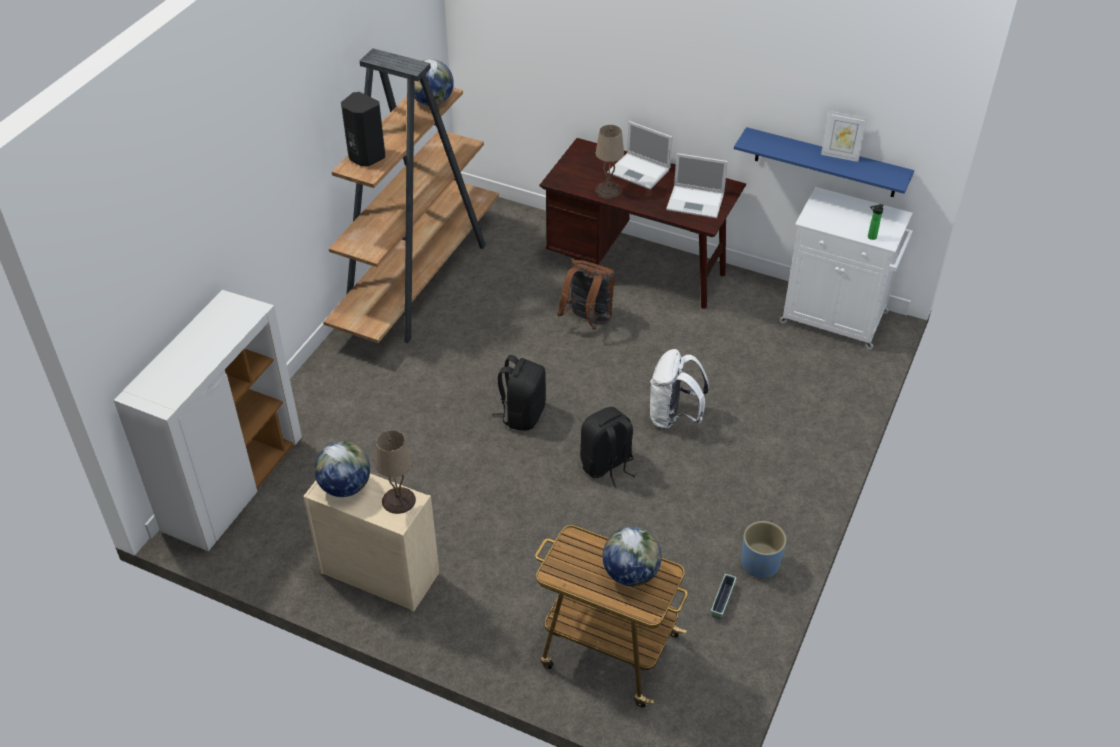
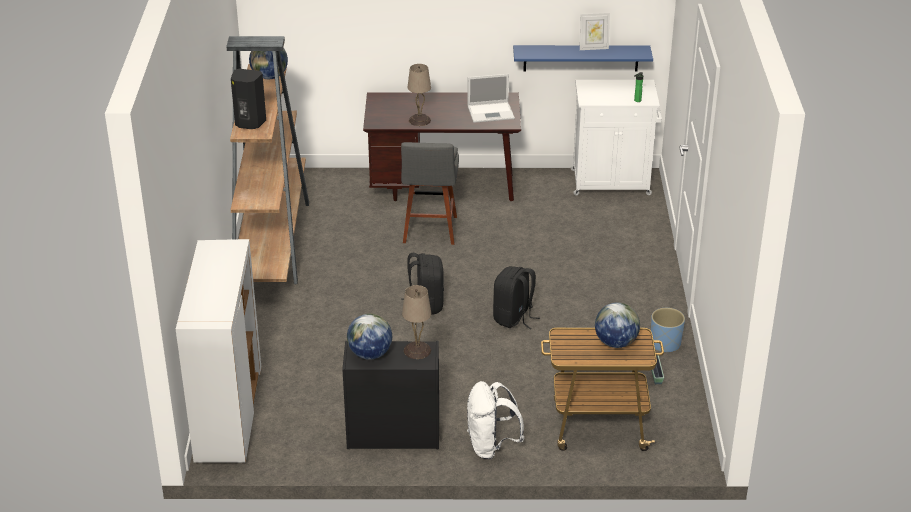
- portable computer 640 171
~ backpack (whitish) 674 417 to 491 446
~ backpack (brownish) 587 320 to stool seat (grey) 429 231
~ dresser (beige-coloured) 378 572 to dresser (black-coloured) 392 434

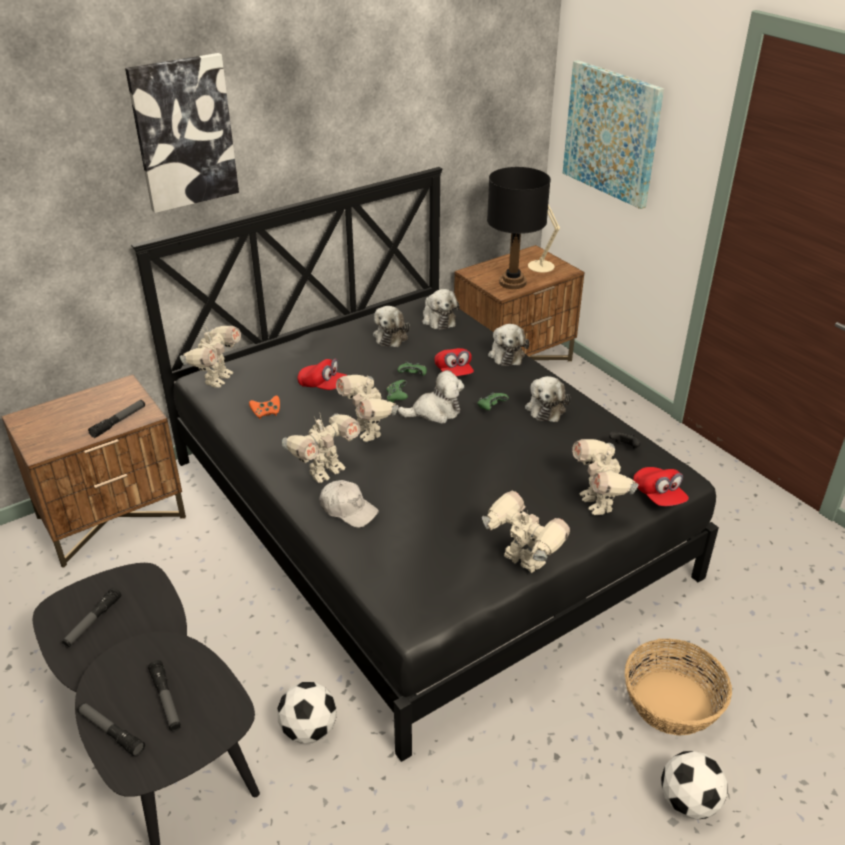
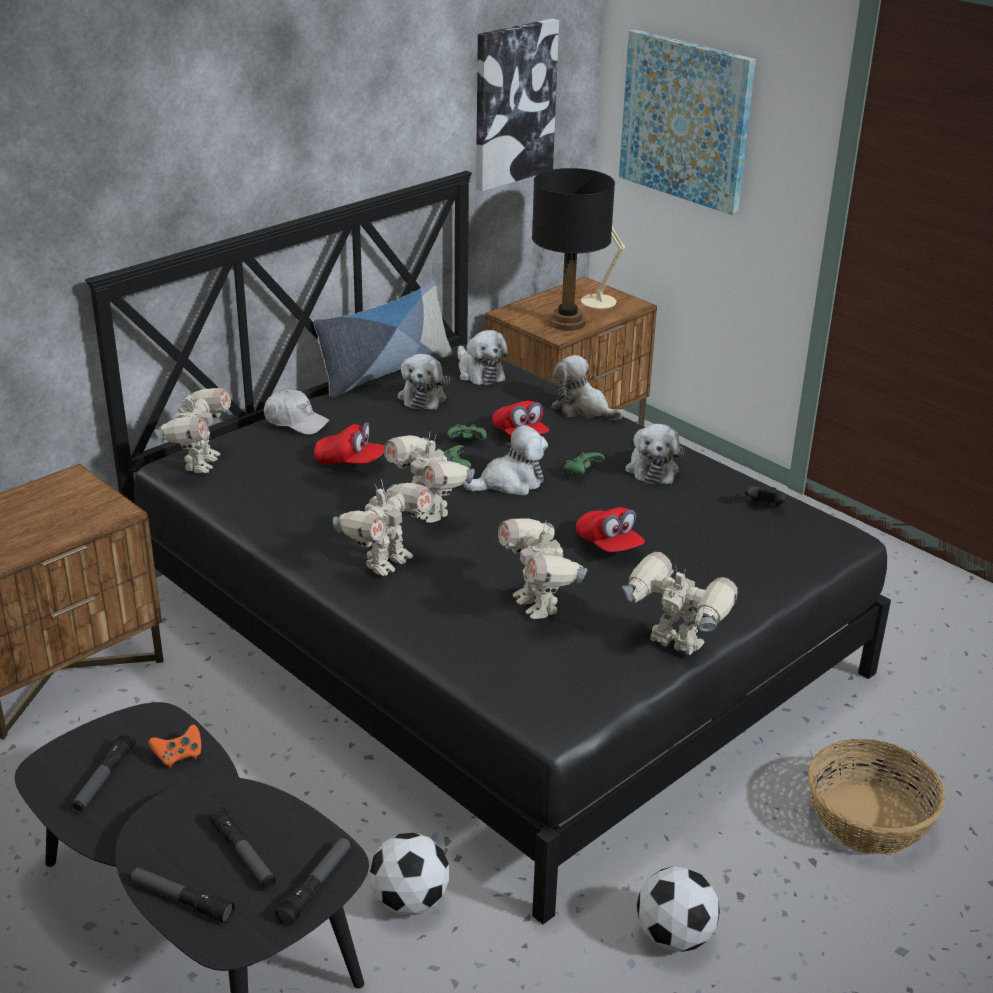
+ throw pillow 385 371
~ torch 119 422 to 316 885
~ wall art 184 133 to 513 104
~ game controller (orangey) 266 413 to 178 756
~ baseball cap (whitish) 348 510 to 296 422
~ robot figure 598 503 to 538 605
~ baseball cap (reddish) 658 496 to 609 545
~ football 688 802 to 674 936
~ cuddly toy 506 354 = 582 409 135 degrees clockwise

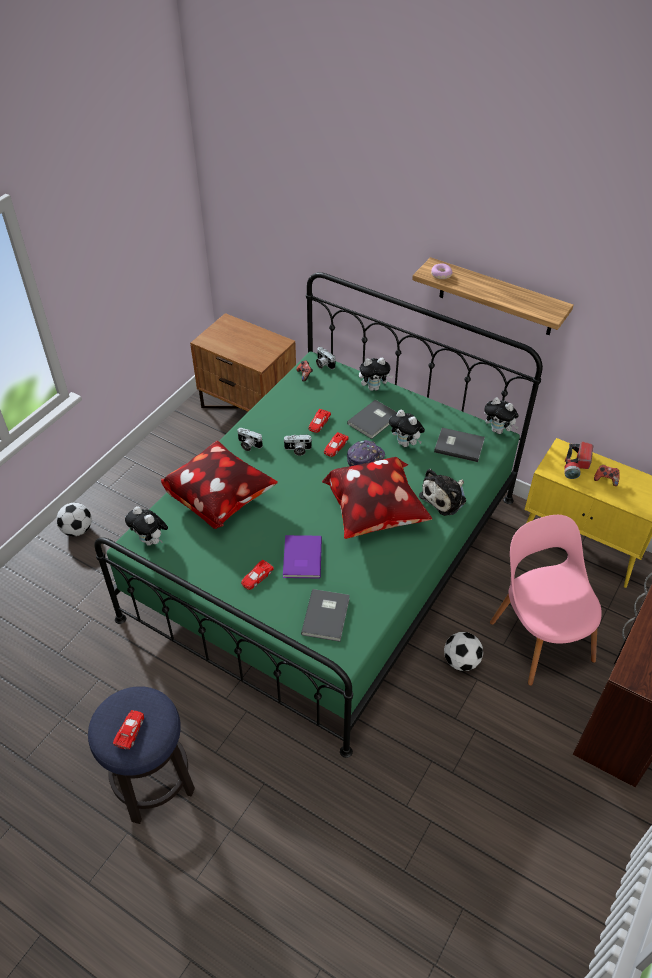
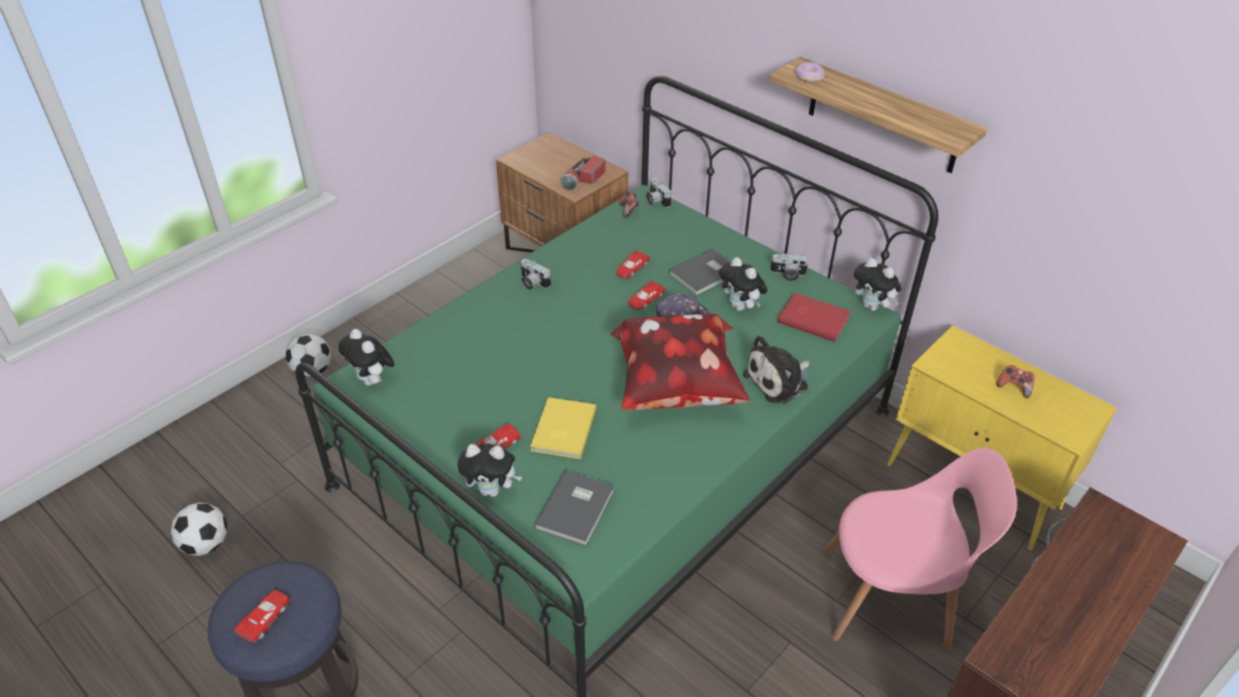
- throw pillow 220 499
~ photo camera 297 450 to 787 274
~ cuddly toy 374 388 to 492 490
~ football 461 661 to 206 544
~ torch 576 465 to 583 180
~ book (purple) 301 558 to book (yellow-coloured) 561 430
~ book (grey) 458 445 to book (reddish) 813 318
~ plain chair (pinkish) 539 637 = 892 598 105 degrees clockwise

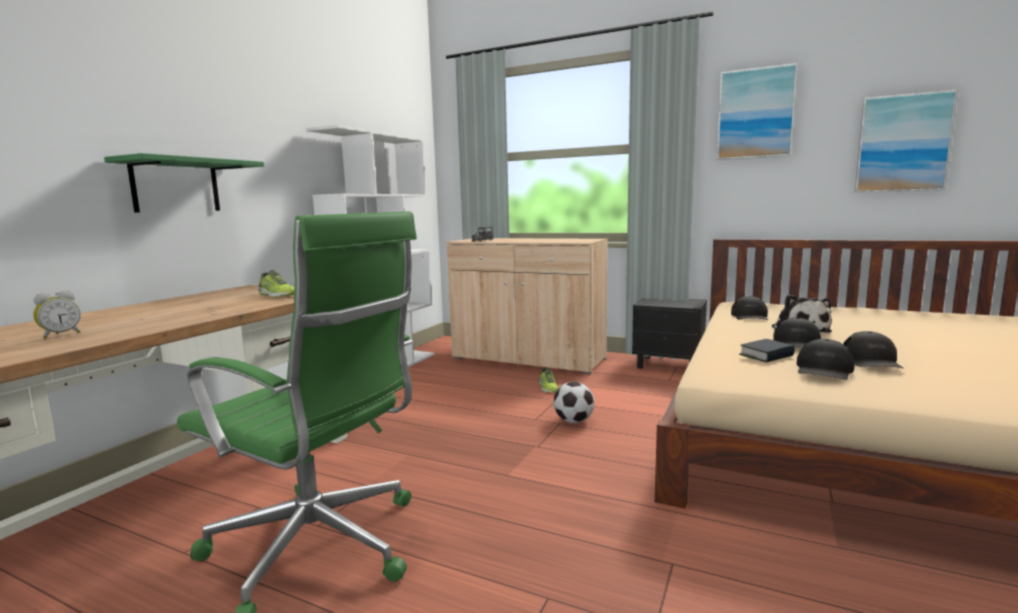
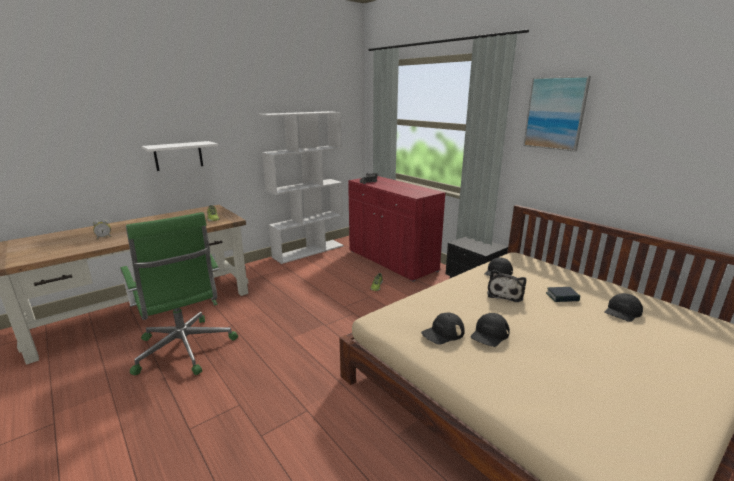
- football 573 421
- wall art 903 143
~ book 766 355 to 562 297
~ baseball cap (black-coloured) 797 343 to 622 312
~ wall shelf (green) 176 186 to wall shelf (whitish) 178 156
~ cupboard (beige-coloured) 528 358 to cupboard (reddish) 391 260

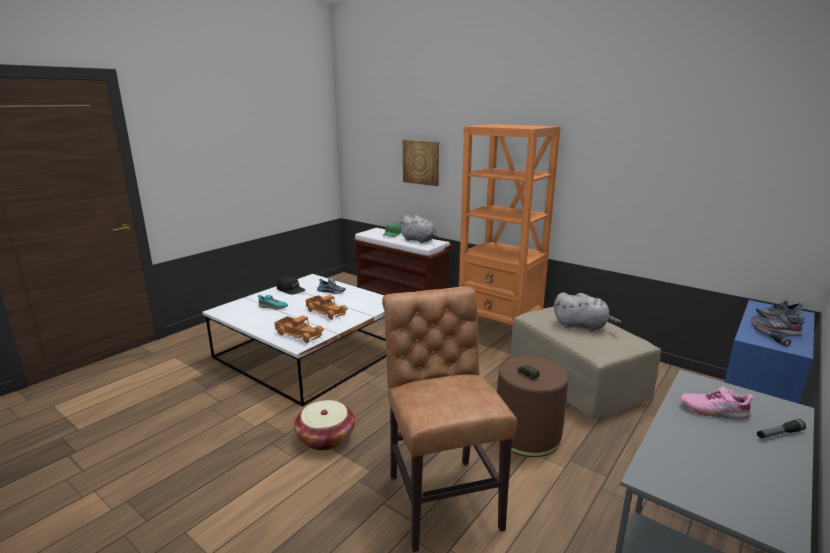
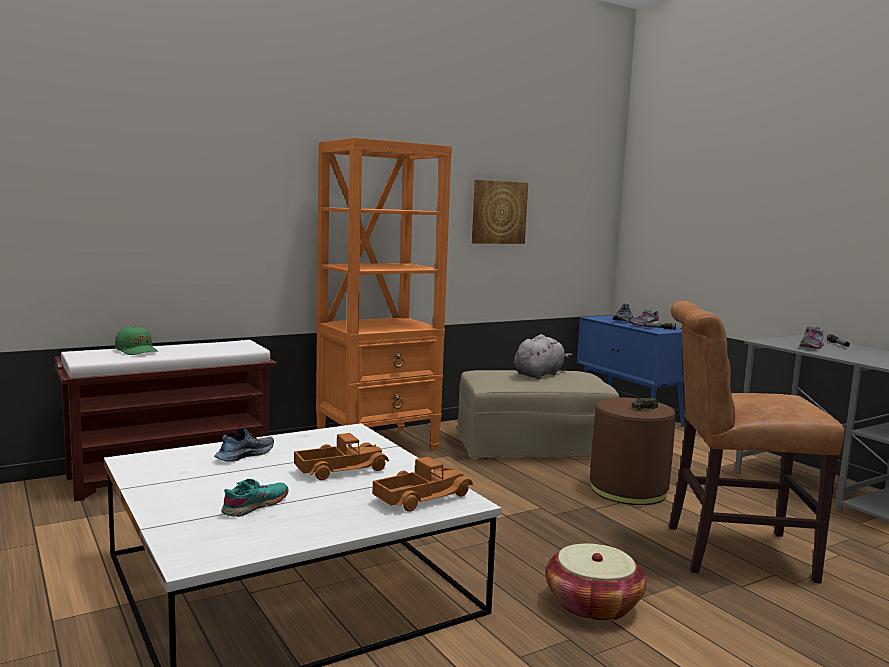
- baseball cap (black-coloured) 291 290
- cuddly toy (grey) 419 240
~ wall art 421 162 to 498 212
~ item of footwear (pinkish) 713 410 to item of footwear (grey) 811 346

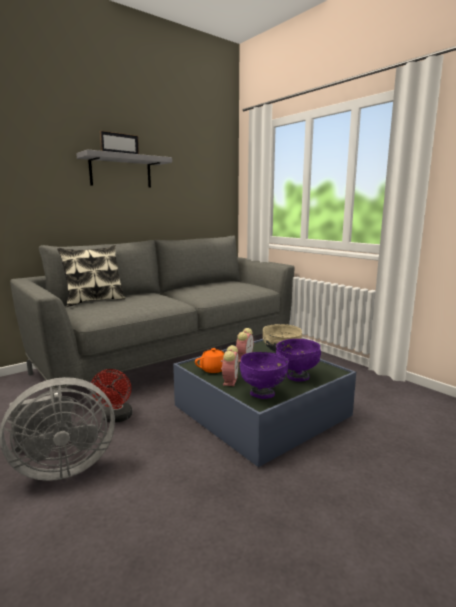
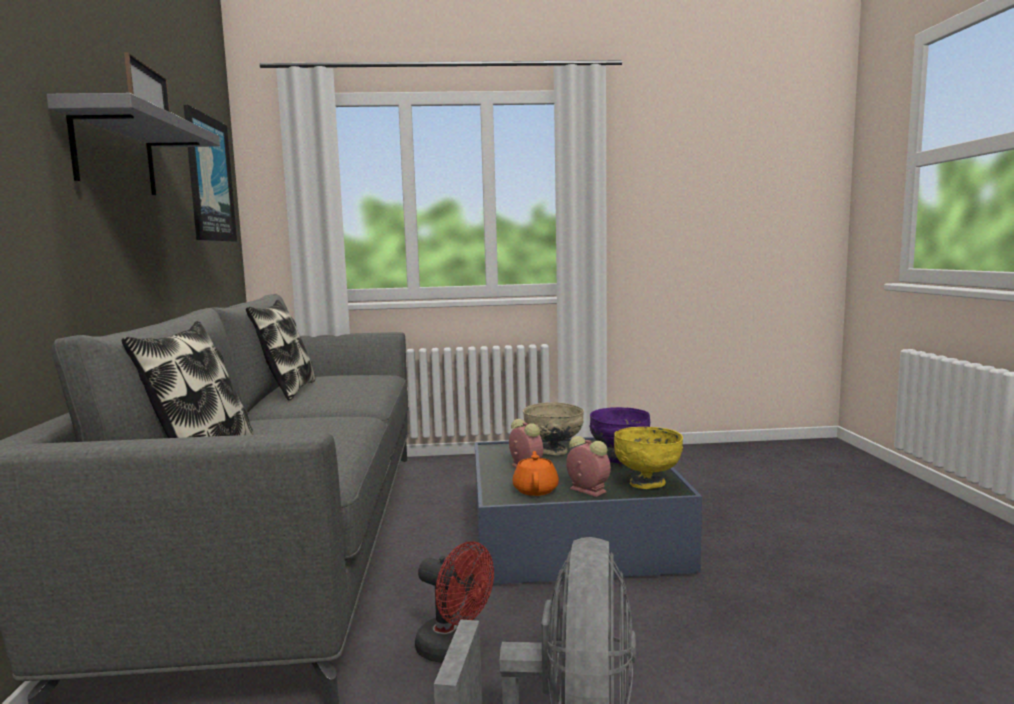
+ wall art 208 179
+ throw pillow 287 391
~ deep dish (purple) 263 394 to deep dish (yellow-coloured) 647 484

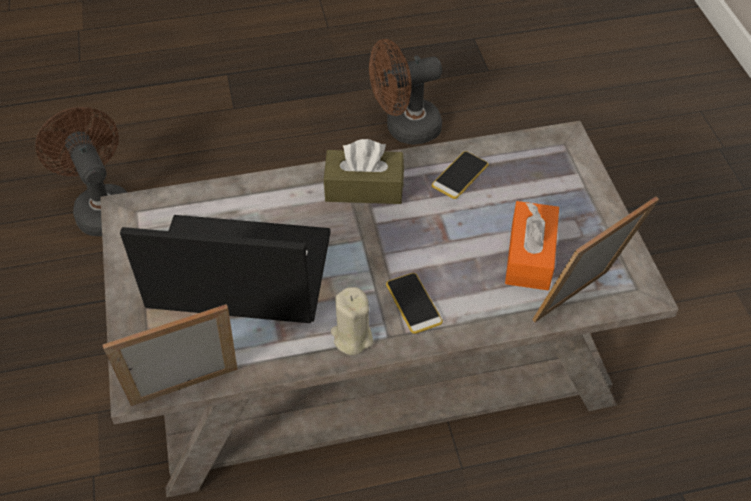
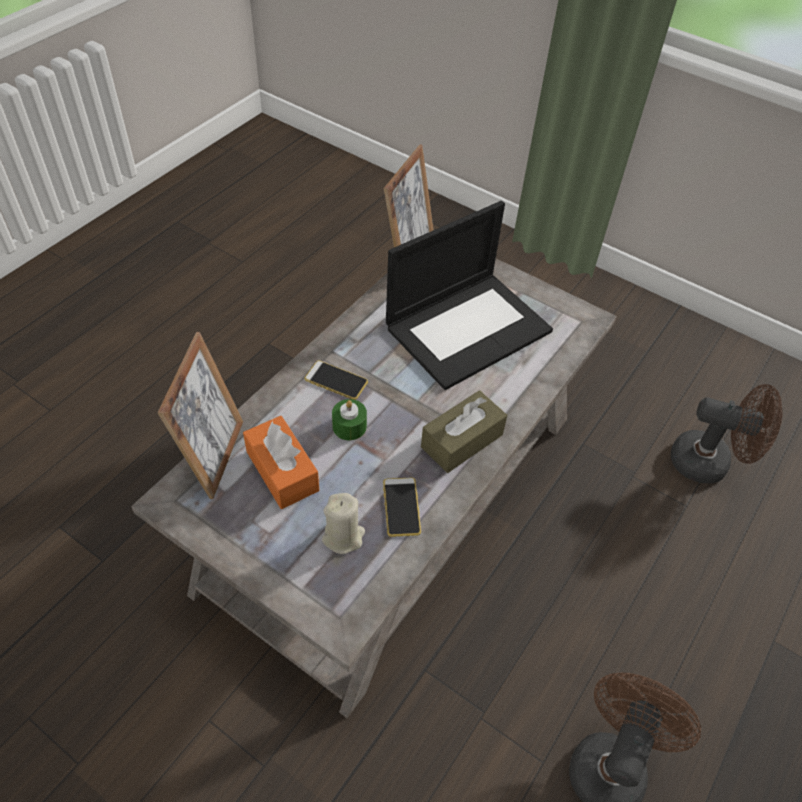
+ candle (green) 349 426
~ candle (beige-coloured) 352 337 to 343 537

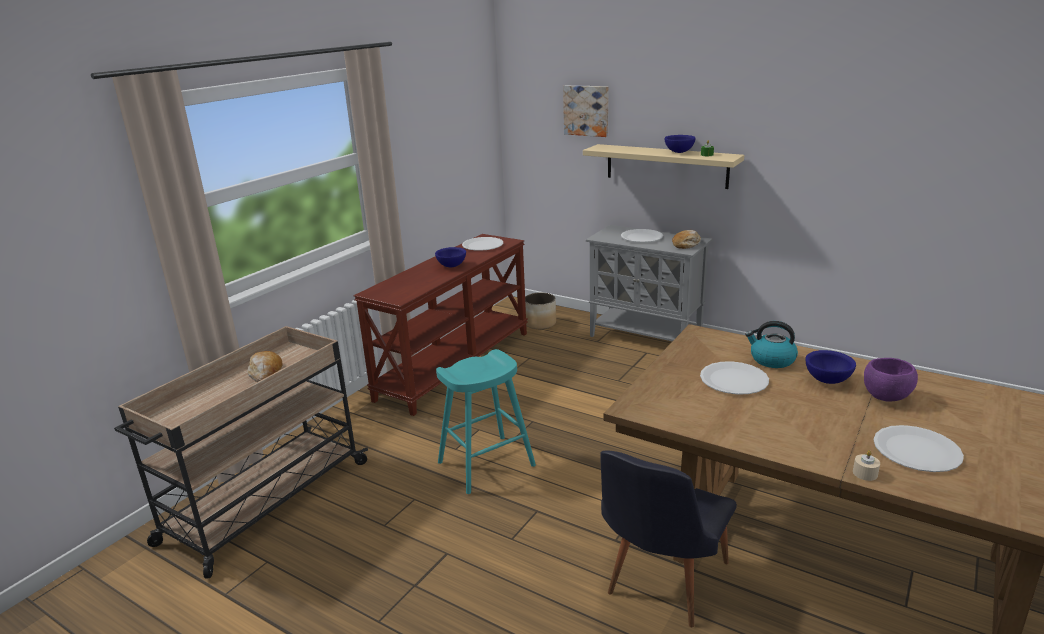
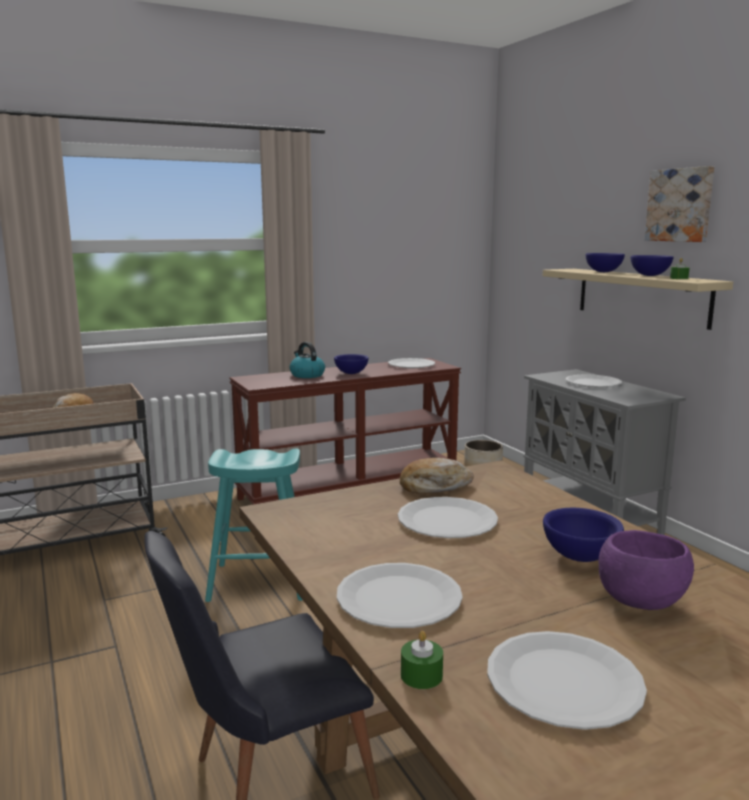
+ flat dish (whitish) 399 598
+ deep dish (blue) 603 272
~ wall art 587 110 to 680 205
~ baked bread 686 244 to 434 486
~ water kettle 771 360 to 307 375
~ candle (beige-coloured) 865 473 to candle (green) 421 675

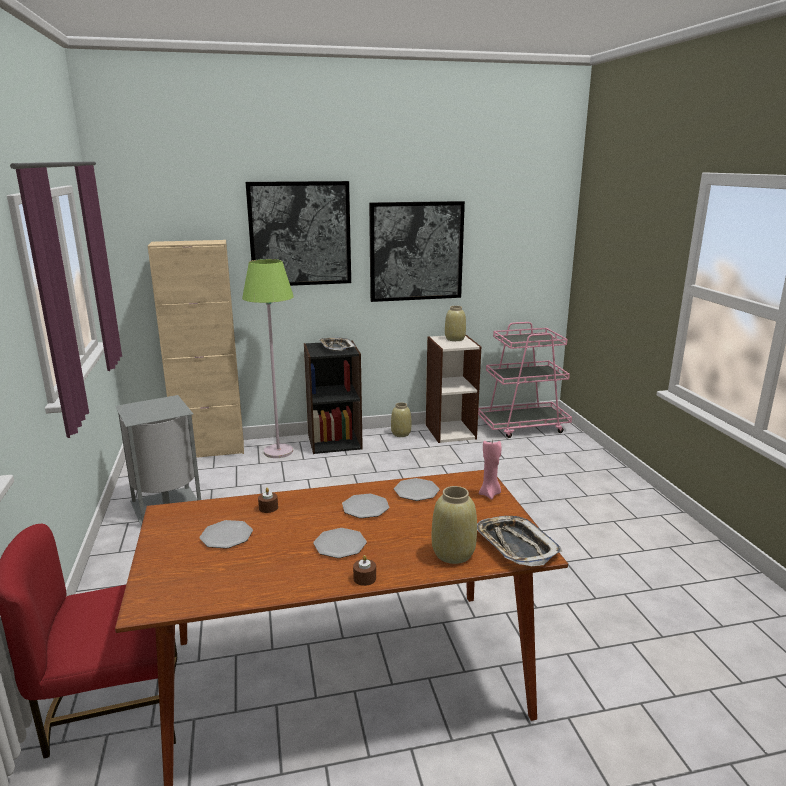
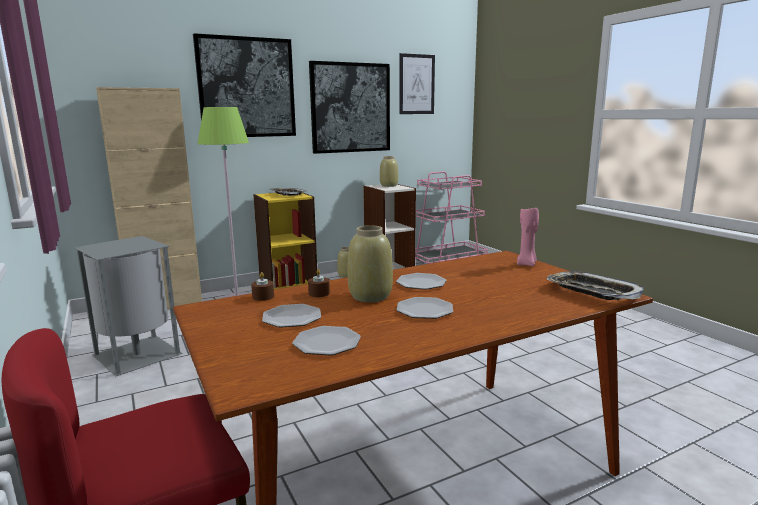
+ wall art 416 84
~ candle (brownish) 364 578 to 263 297
~ flat dish 416 491 to 326 343
~ decorative vase (beige-coloured) 452 554 to 370 296
~ bookshelf (black-coloured) 334 441 to bookshelf (yellow-coloured) 288 286

